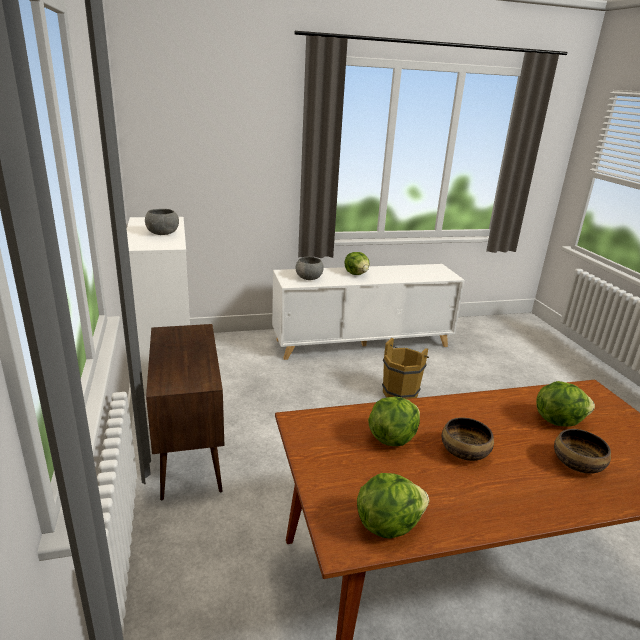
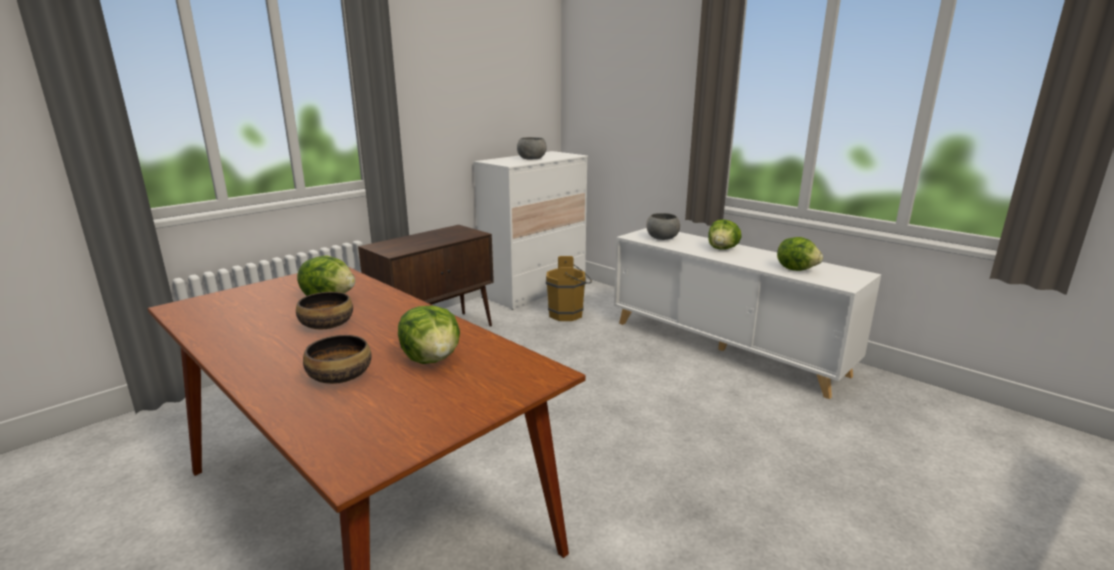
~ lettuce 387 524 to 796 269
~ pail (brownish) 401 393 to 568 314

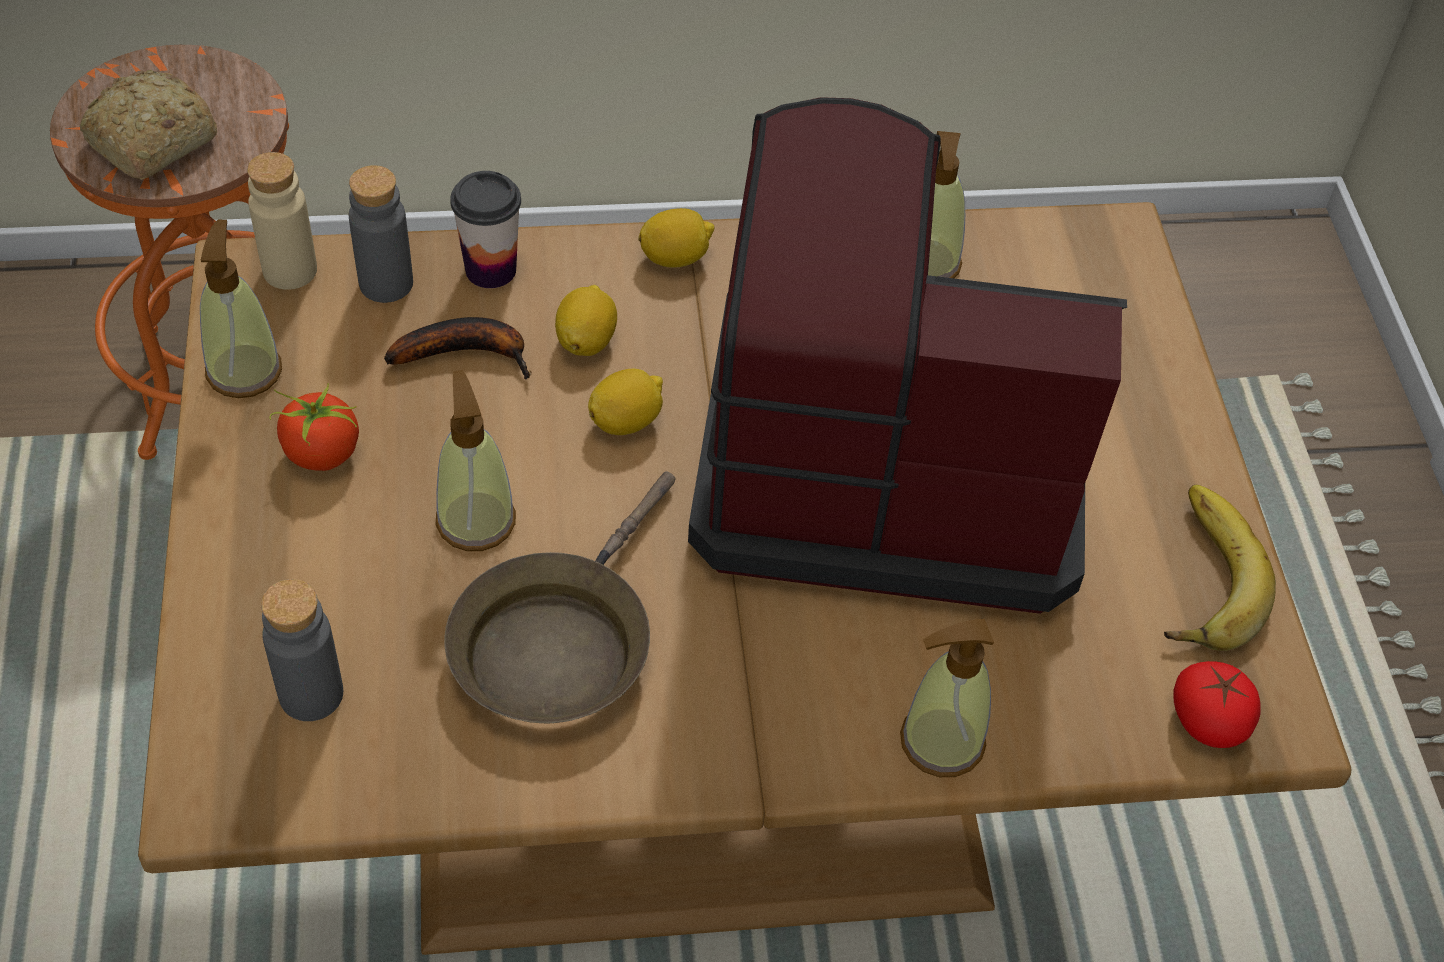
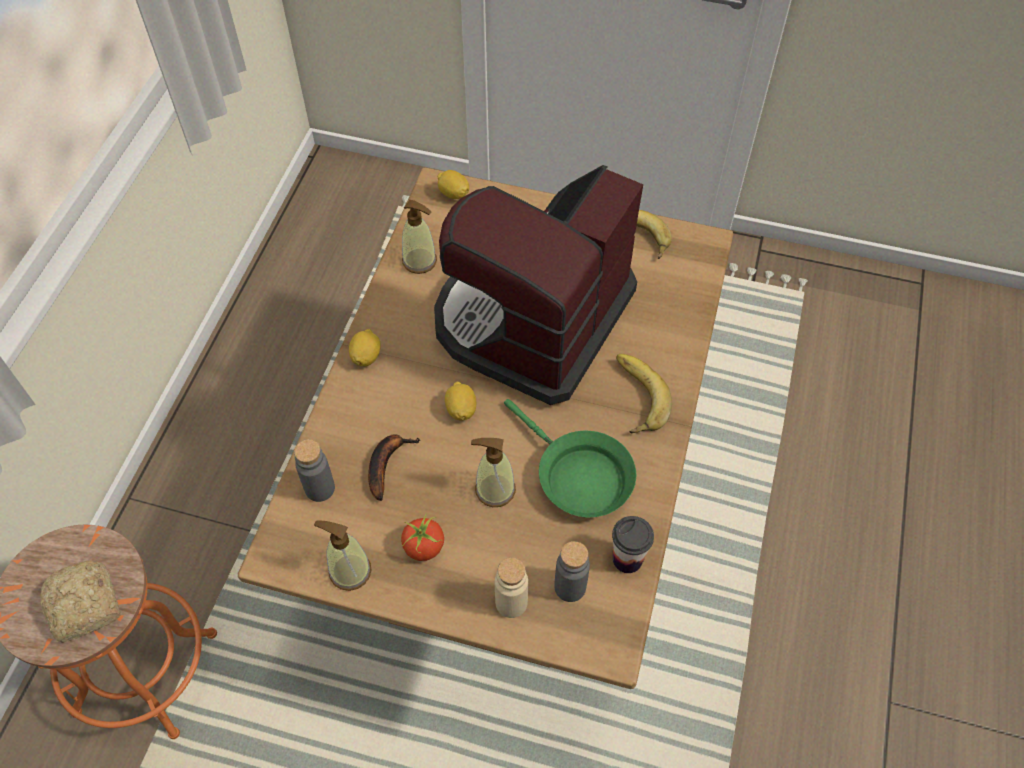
- soap dispenser 941 742
- tomato 1209 720
+ banana 634 397
~ beverage bottle (beige-coloured) 290 270 to 511 602
~ drinking cup 490 270 to 627 559
~ citrus fruit 586 341 to 453 194
~ pan (brownish) 558 642 to pan (green) 578 476

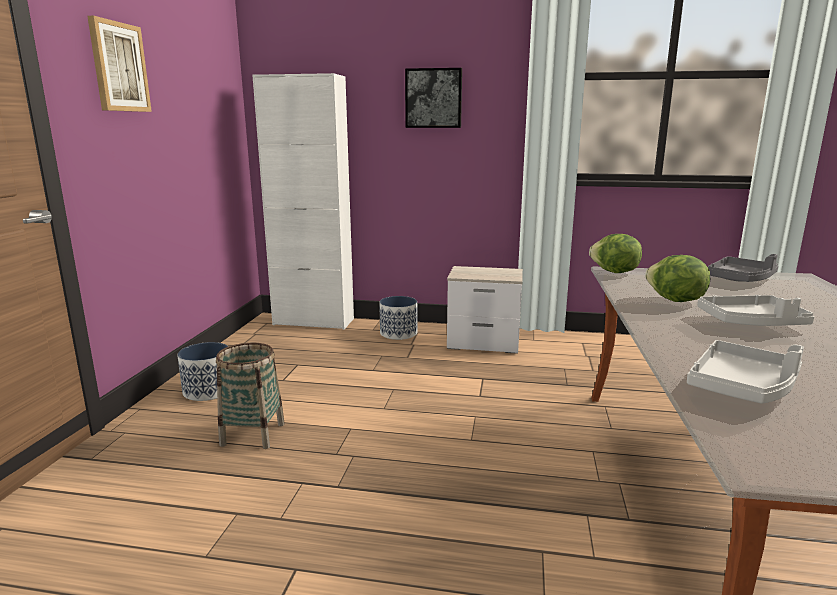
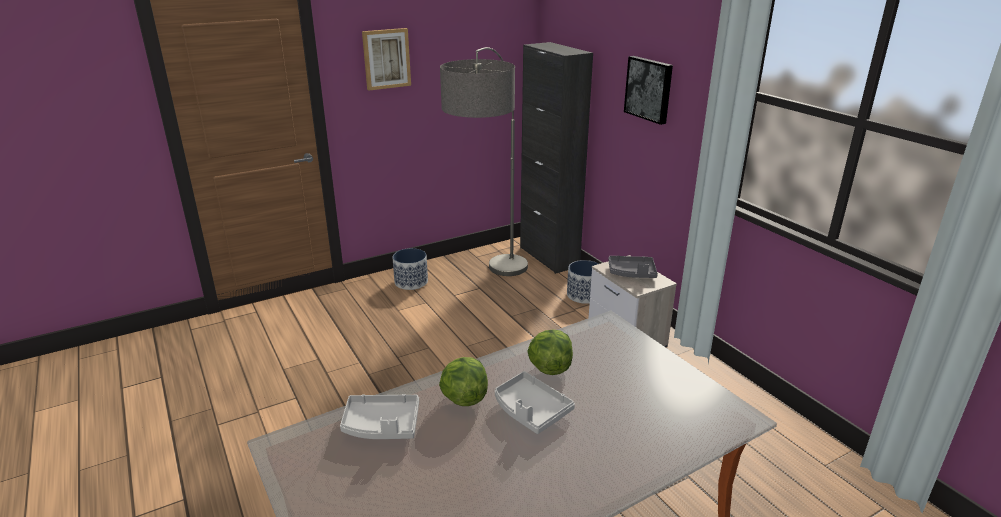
- storage basket 252 434
+ standing lamp 490 288
~ lettuce 614 272 to 464 398
~ serving tray (grey) 740 279 to 632 273
~ cupboard (whitish) 313 321 to cupboard (black-coloured) 549 257

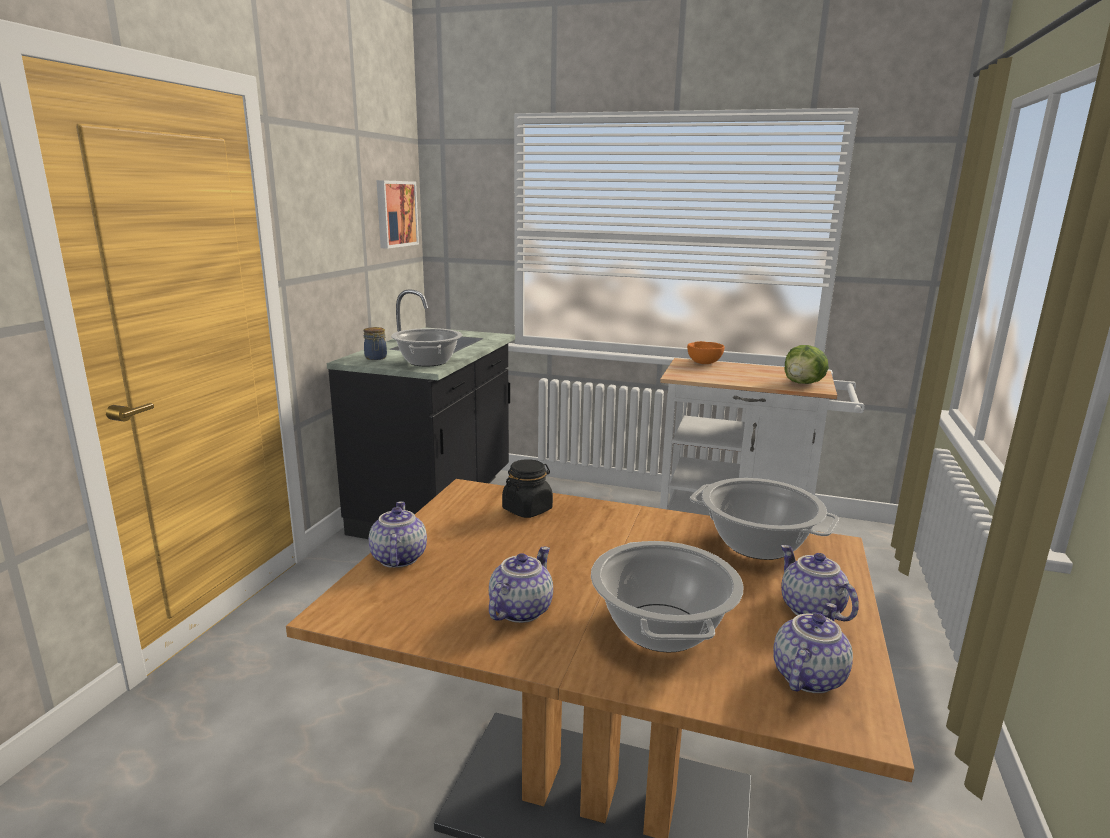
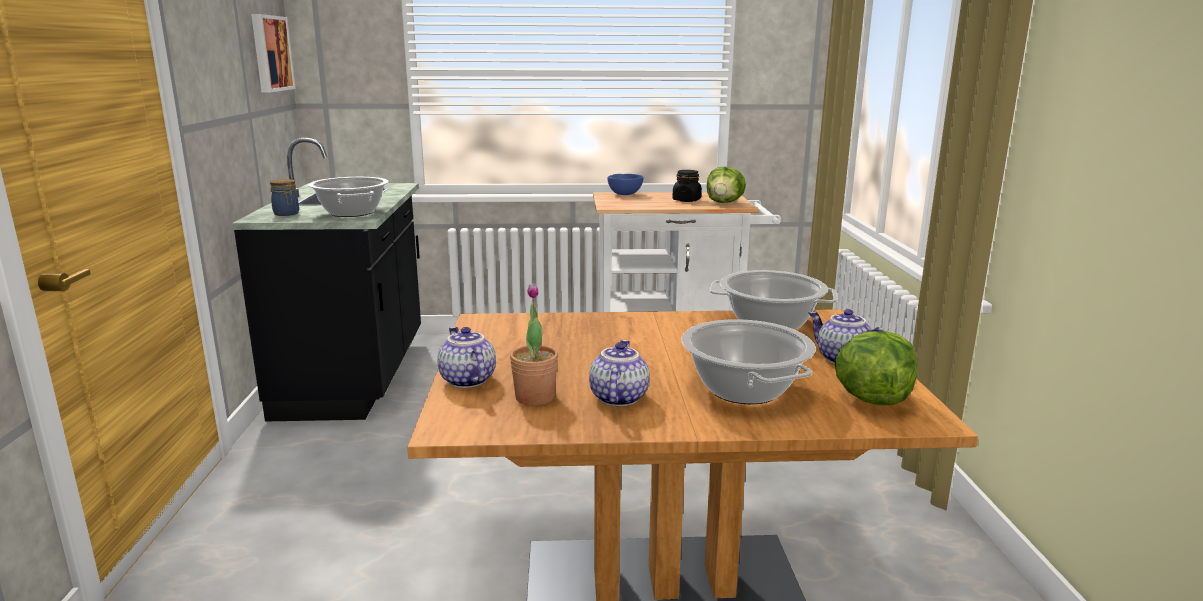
+ potted plant 535 397
~ jar (black-coloured) 527 509 to 686 200
~ pot for tea 806 676 to lettuce 871 399
~ deep dish (orangey) 704 363 to deep dish (blue) 625 194

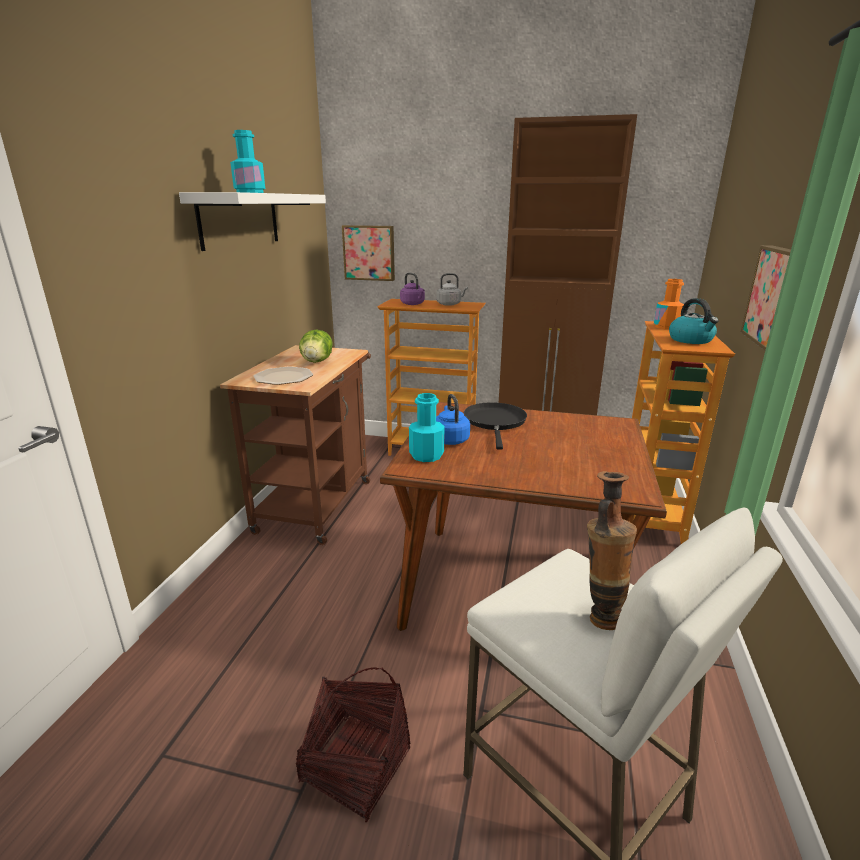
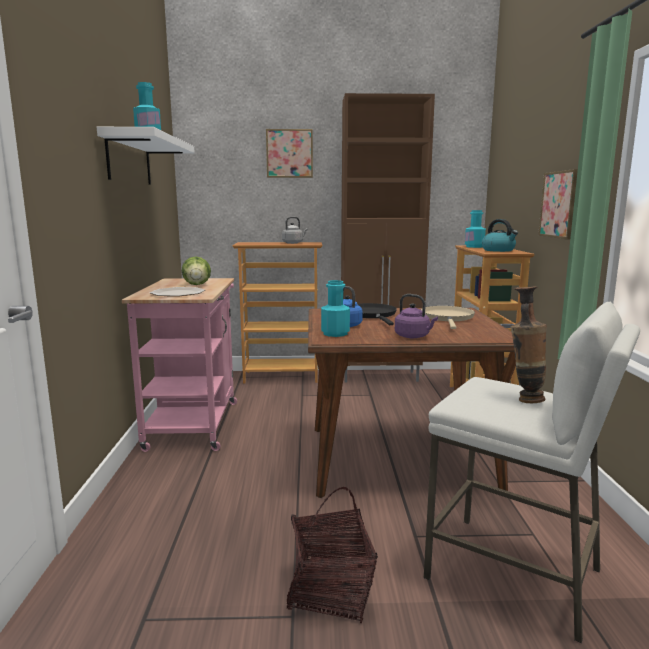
+ pan (beige-coloured) 447 318
~ wall art 369 253 to 289 154
~ water kettle (purple) 413 304 to 413 336
~ cart (brownish) 318 501 to cart (pinkish) 194 421
~ beverage bottle (orangey) 666 327 to beverage bottle (turquoise) 474 247

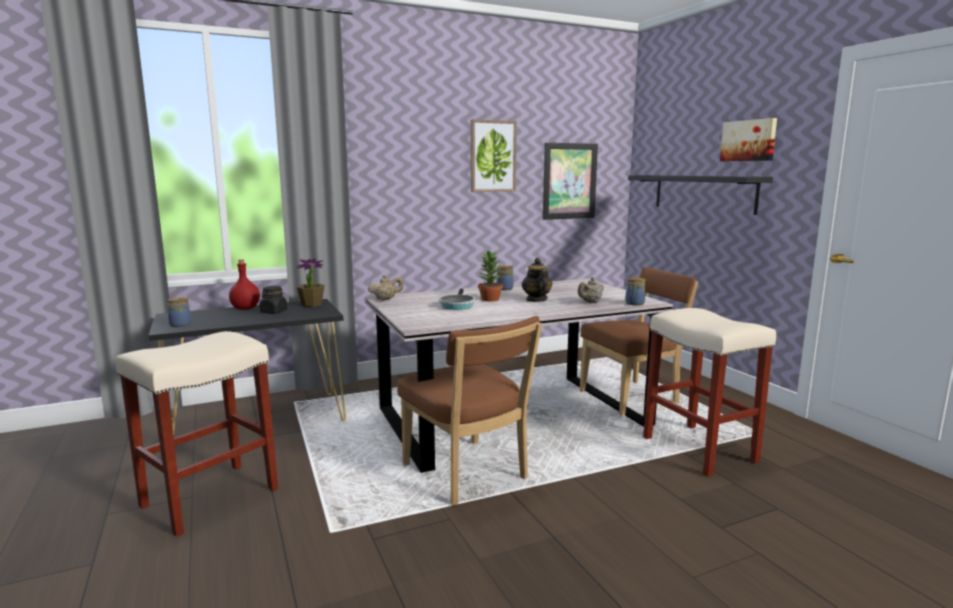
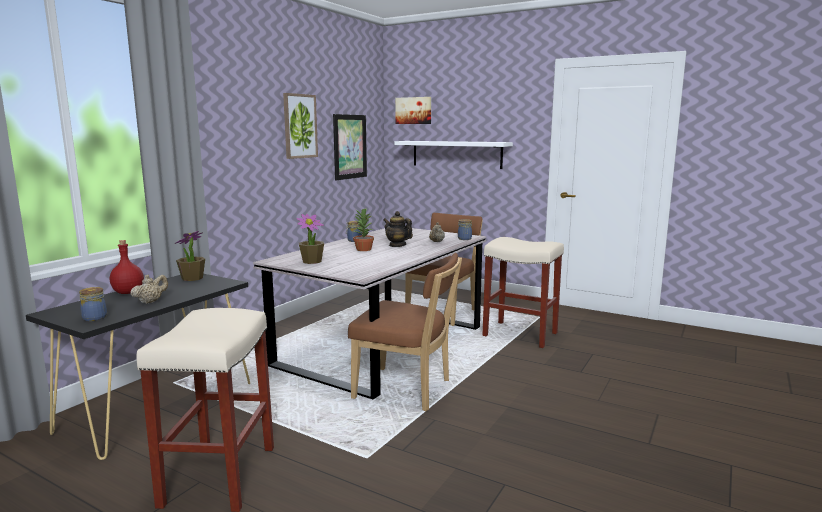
- jar (black-coloured) 273 312
- pan 457 305
+ potted plant 312 261
~ pot for tea (beige-coloured) 386 299 to 150 301
~ wall art 749 140 to 413 110
~ wall shelf (black-coloured) 703 193 to wall shelf (whitish) 456 154

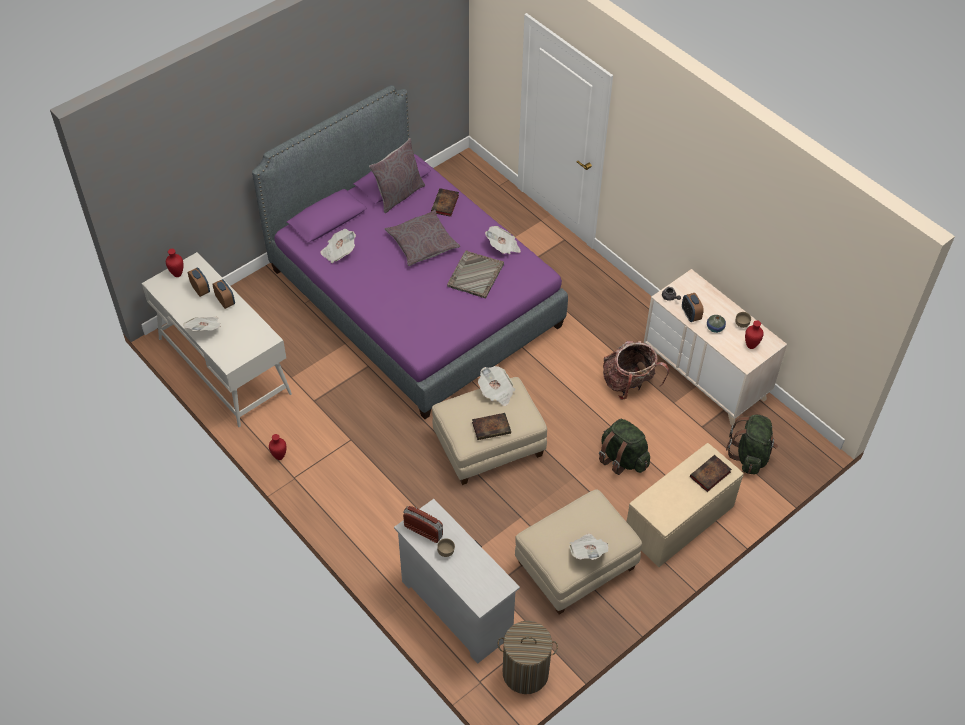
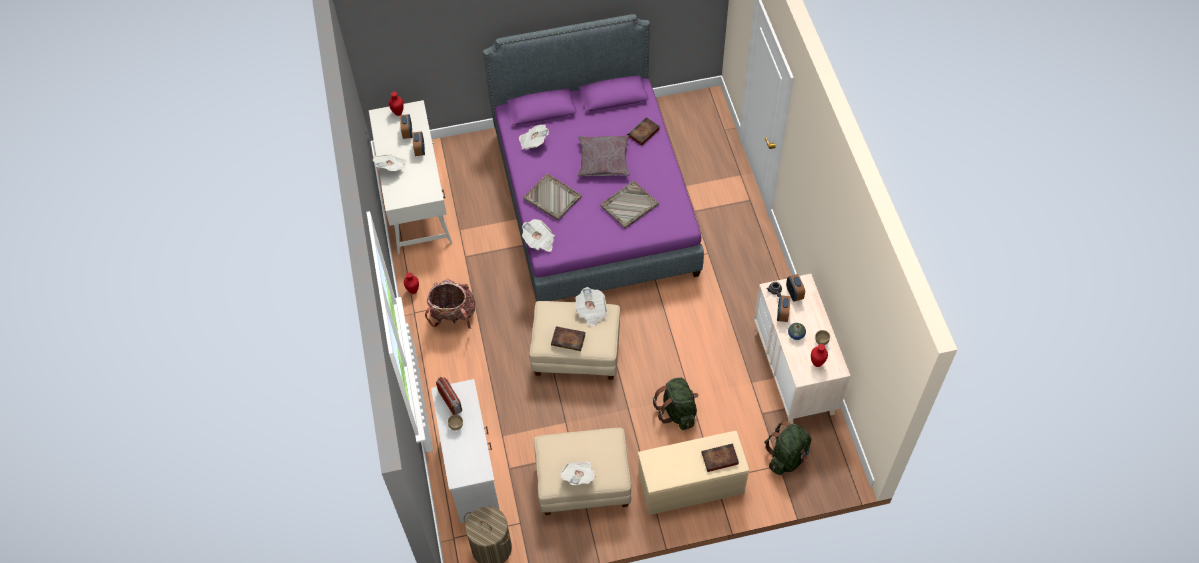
- throw pillow (grey) 398 194
+ serving tray (grey) 553 198
+ alarm clock 794 294
~ newspaper 503 247 to 539 241
~ backpack 629 384 to 453 315

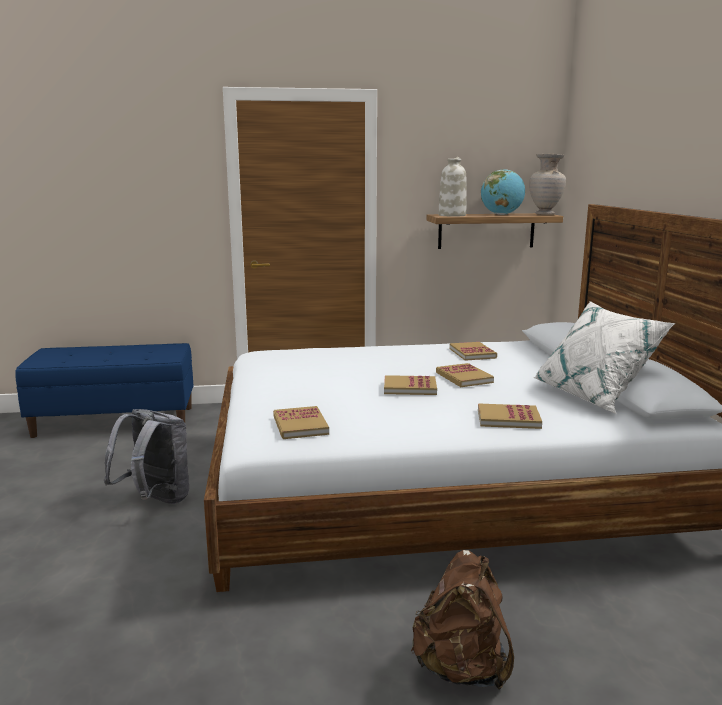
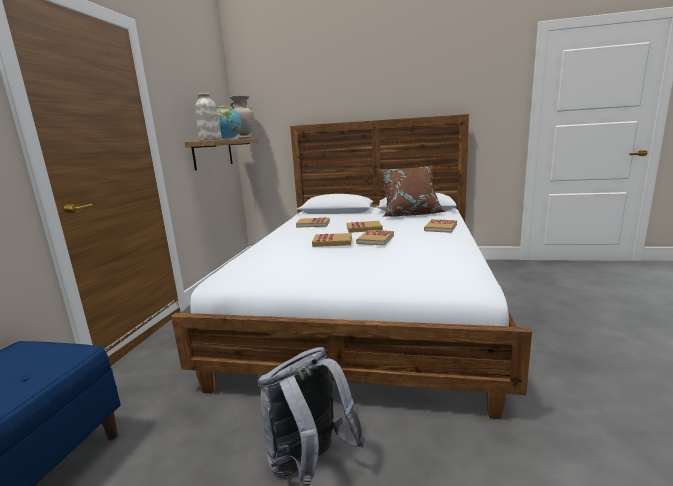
- backpack (brownish) 461 668
~ book 300 425 to 332 242
~ throw pillow (whitish) 593 396 to throw pillow (brownish) 410 214

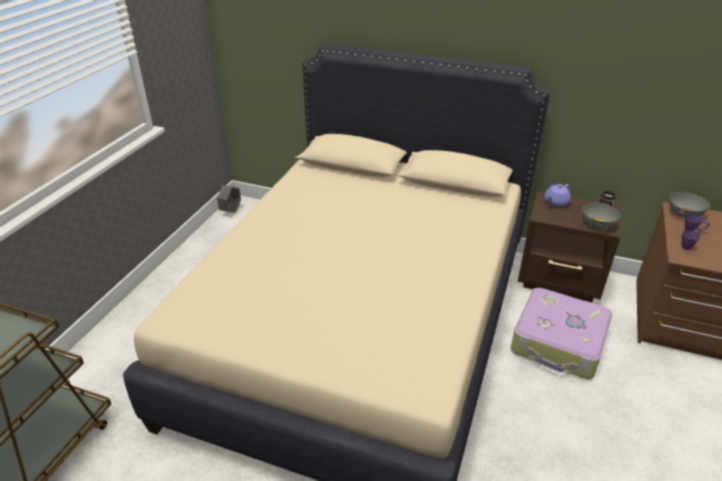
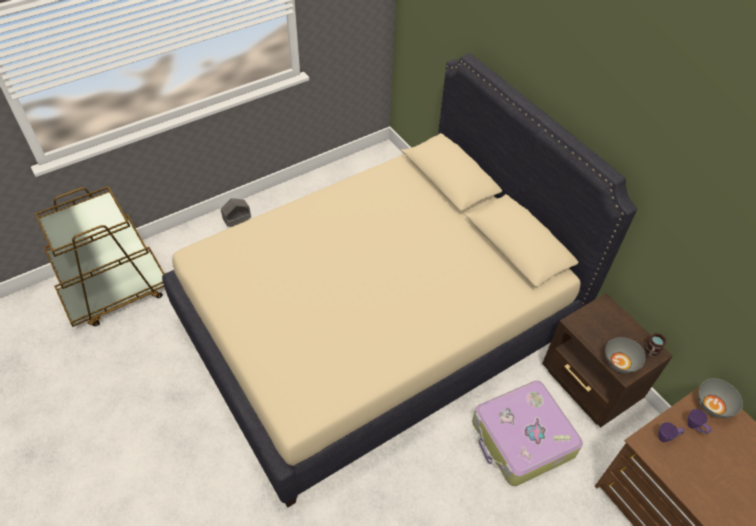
- pot for tea (purple) 555 202
~ planter (grey) 231 211 to 238 223

